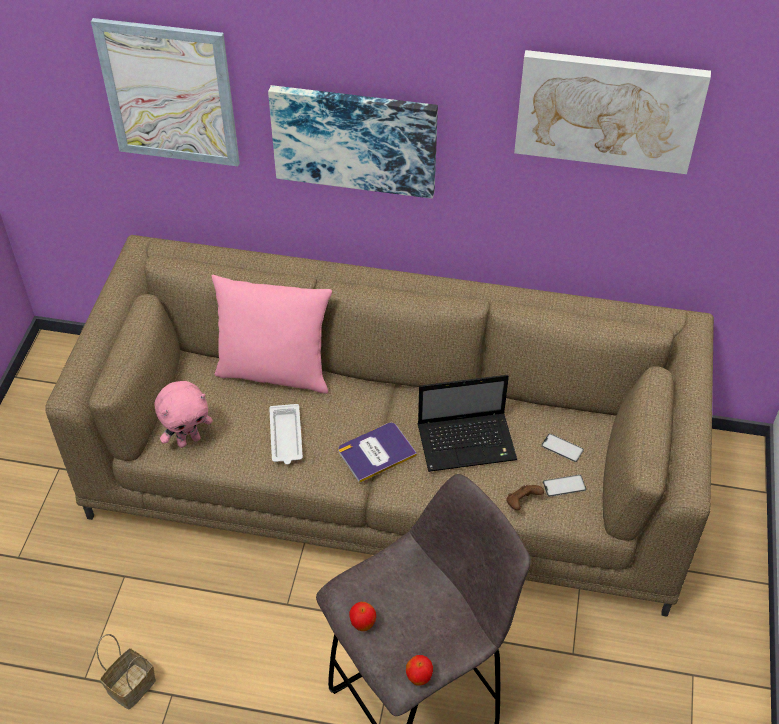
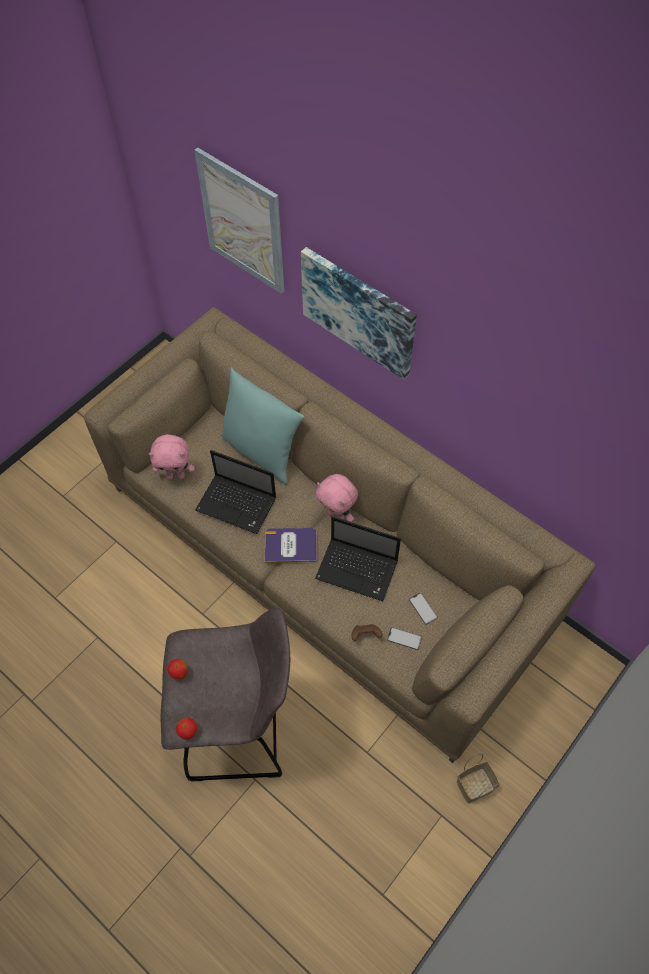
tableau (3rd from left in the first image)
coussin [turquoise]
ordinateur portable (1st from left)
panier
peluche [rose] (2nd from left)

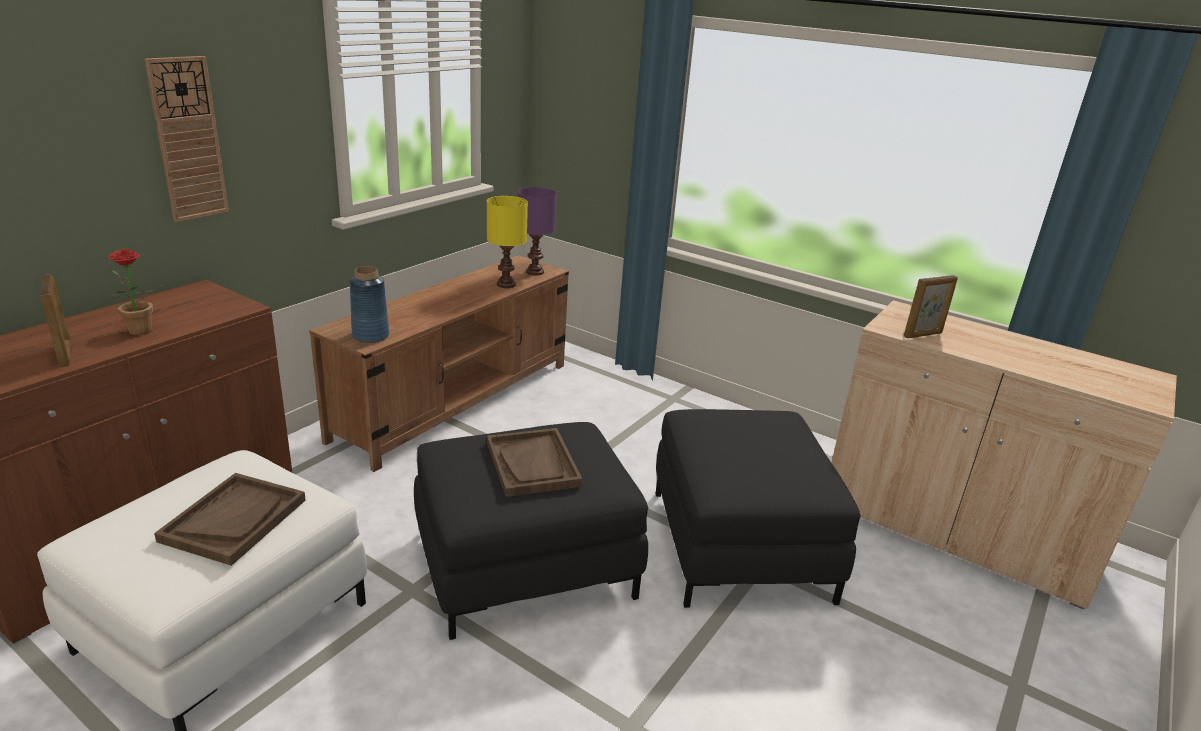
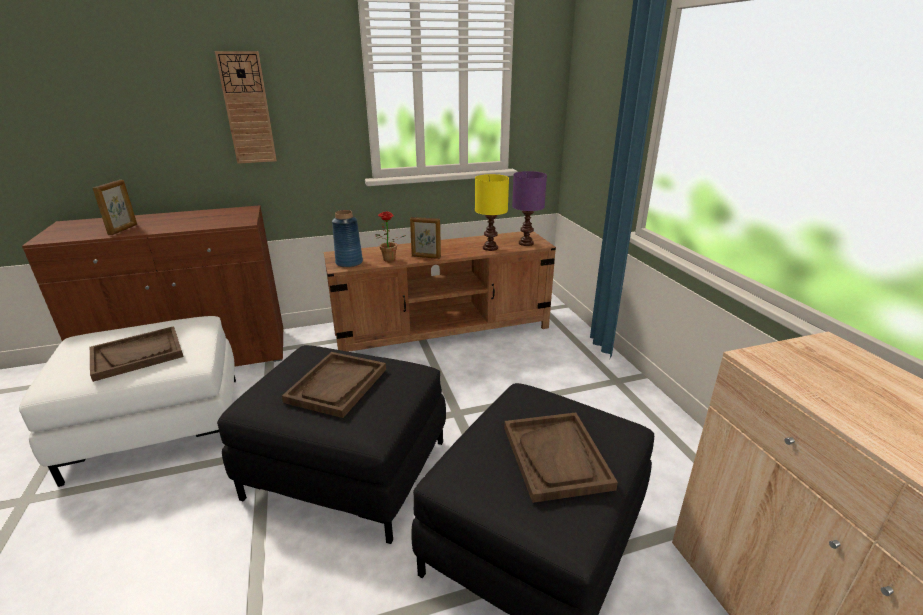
plante en pot
cadre photo (2nd from left)
plateau [marron] (3rd from left)

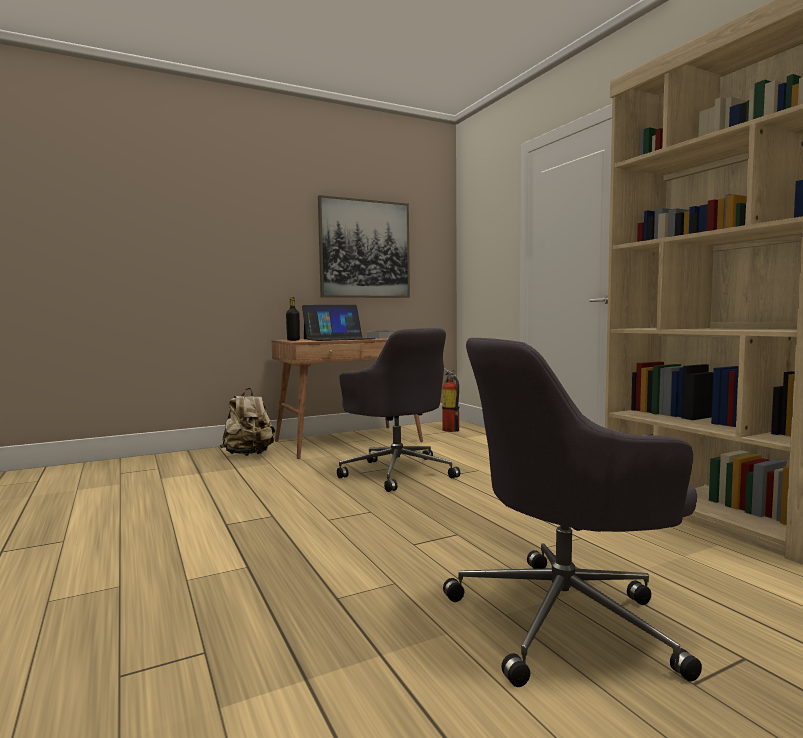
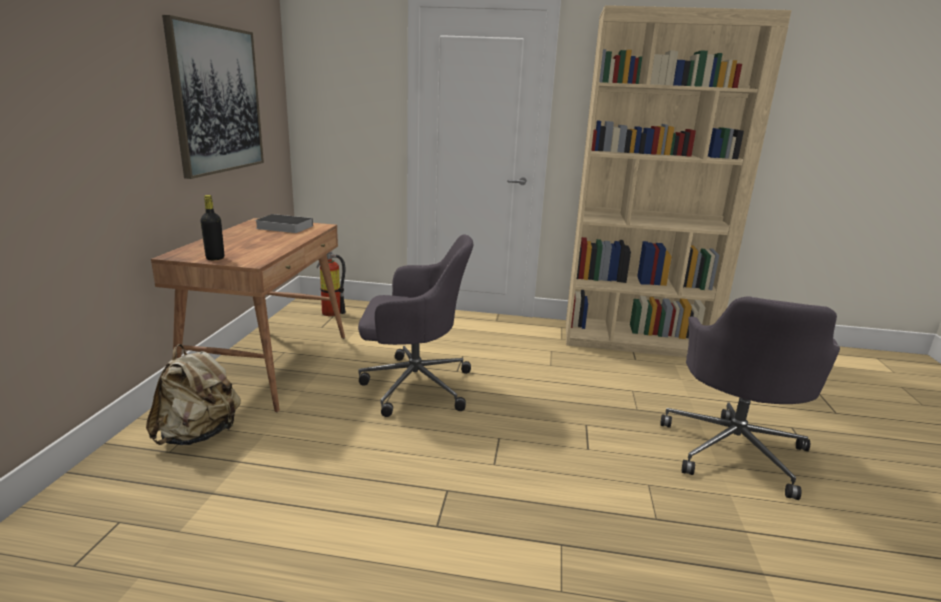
ordinateur portable

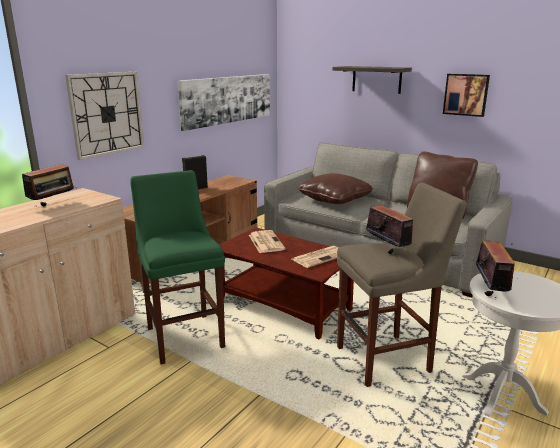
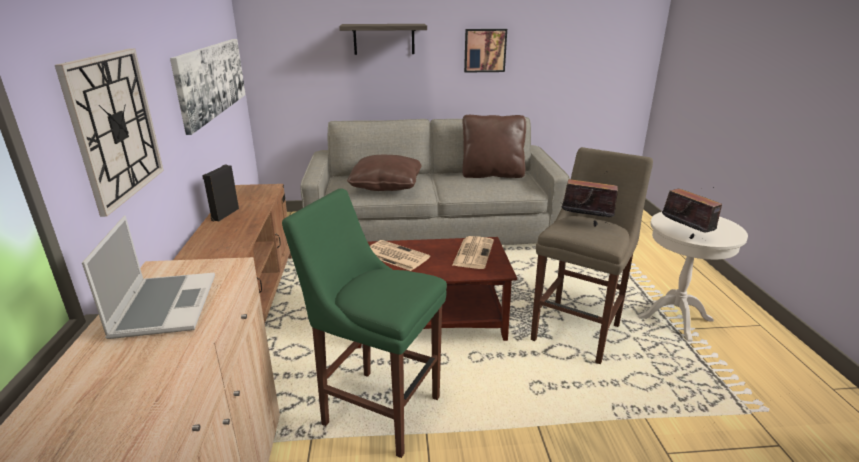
ordinateur portable

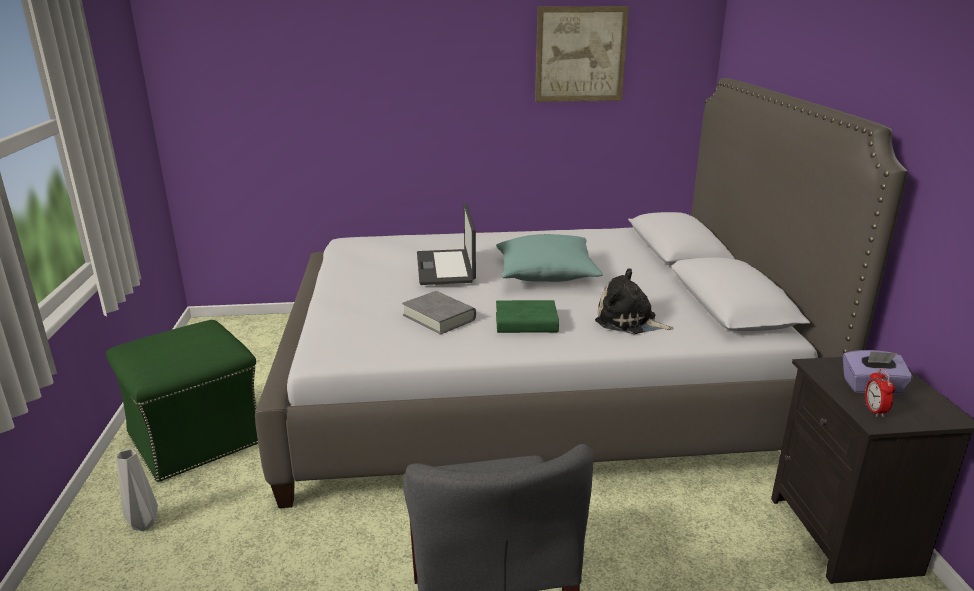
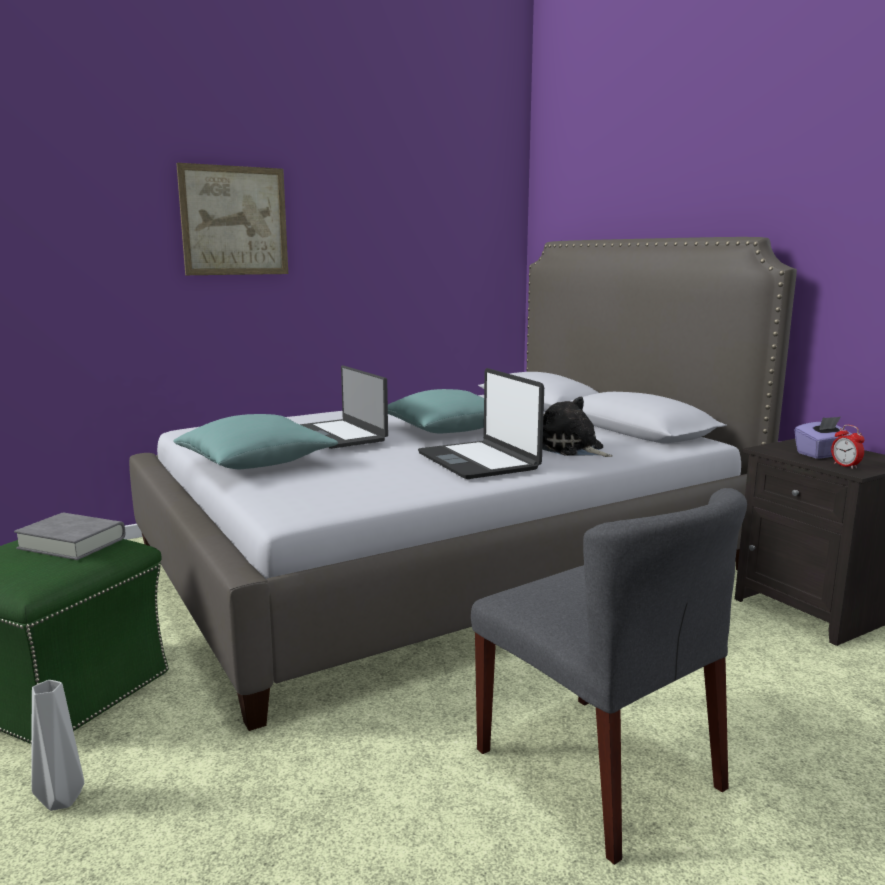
tableau
peluche
livre [gris]
ordinateur portable (2nd from left)
coussin [turquoise] (1st from left)

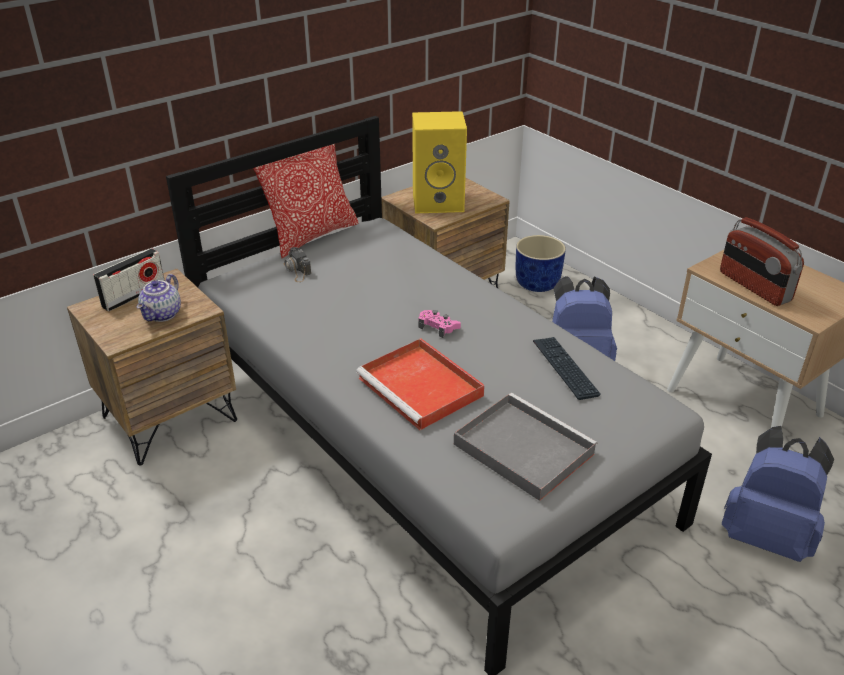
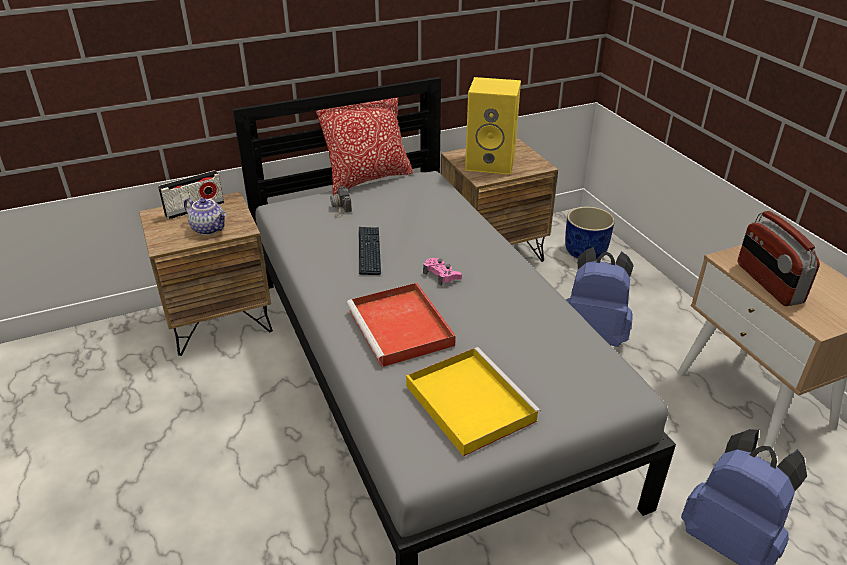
théière
clavier
plateau [jaune]

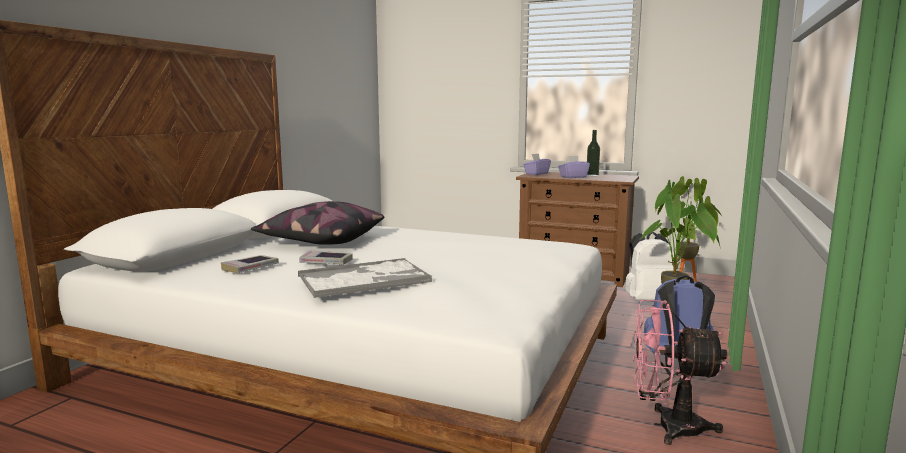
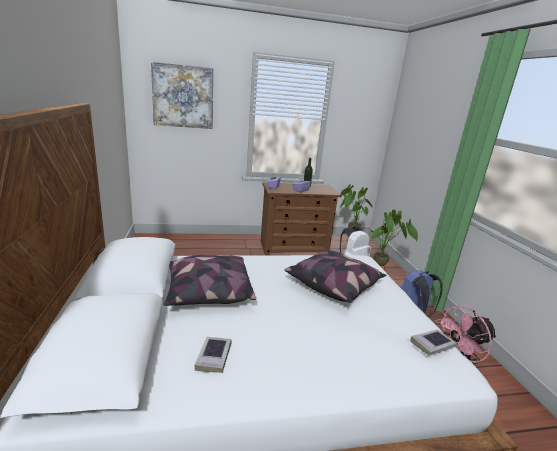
livre (2nd from left)
plateau
tableau
coussin (2nd from left)

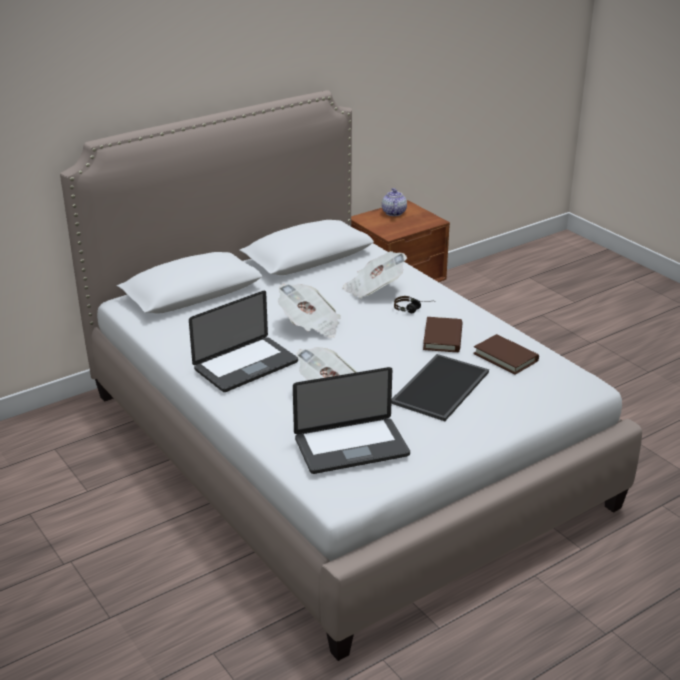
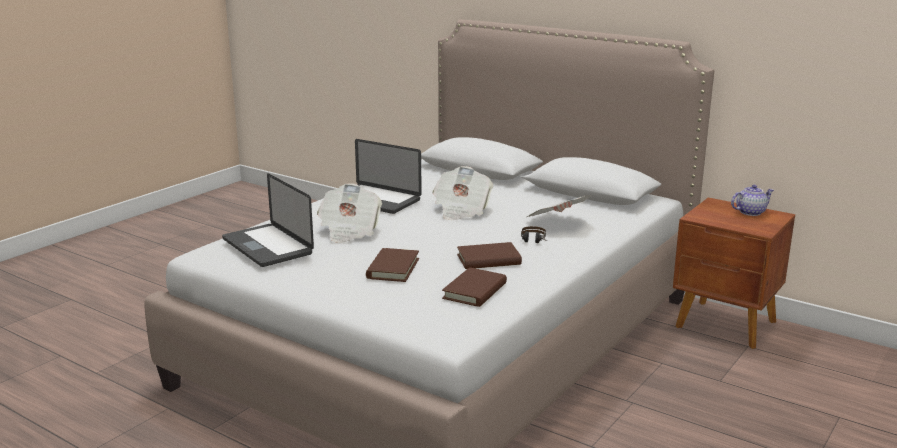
livre [marron] (1st from left)

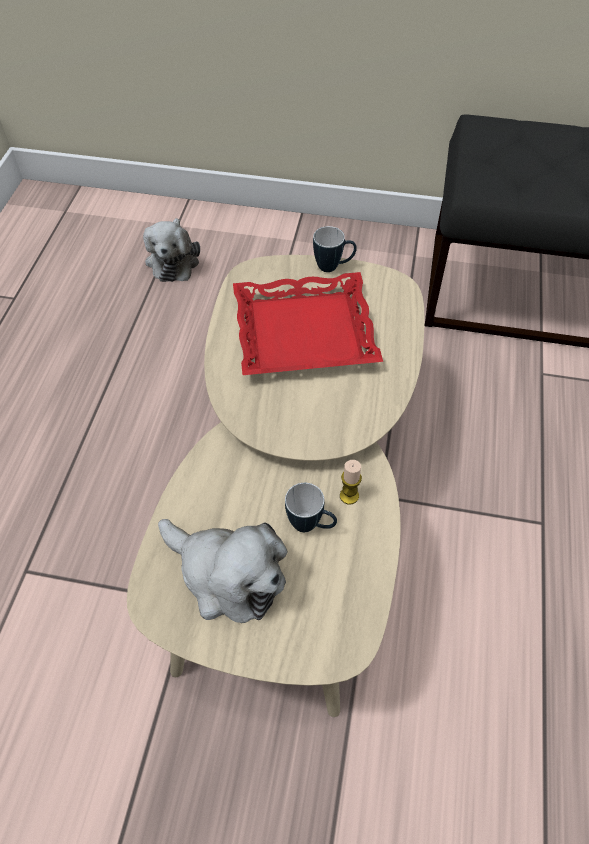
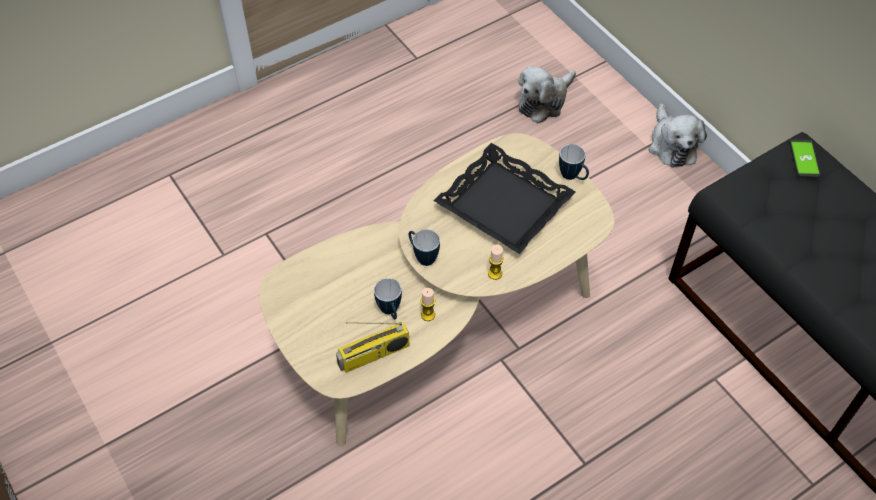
plateau [noir]
peluche (2nd from left)
téléphone
mug (2nd from left)
bougie (2nd from left)
radio

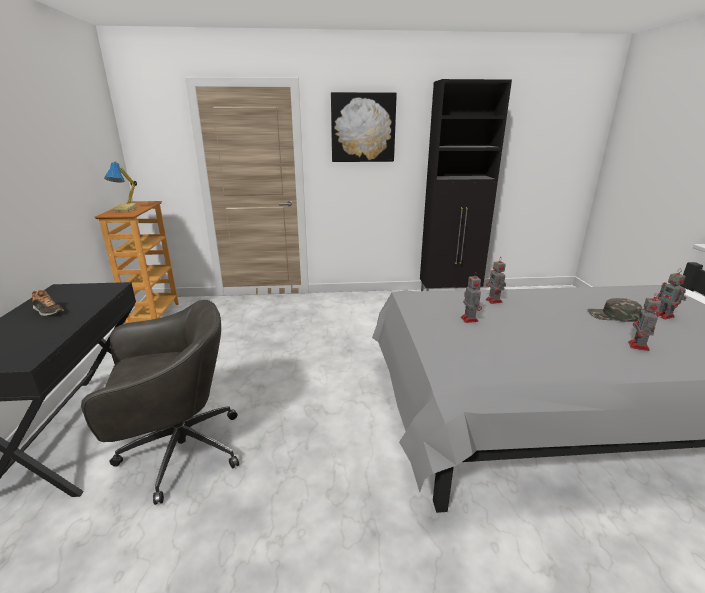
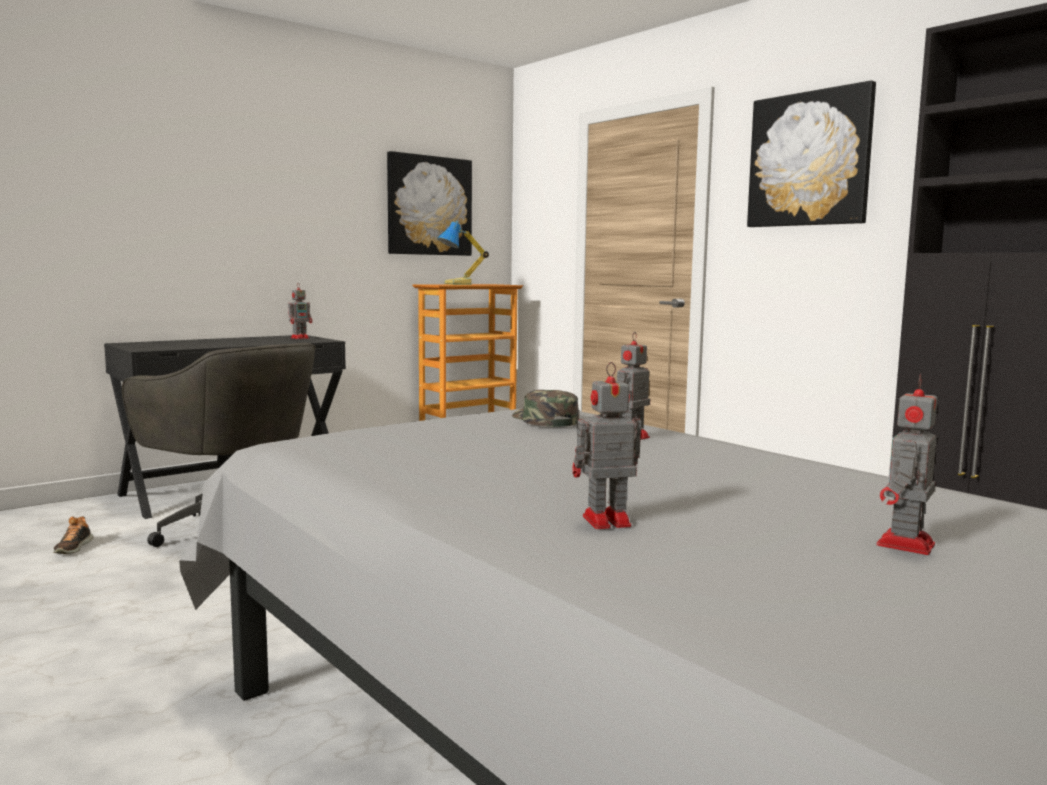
robot jouet (1st from left)
chaussure
casquette [vert]
tableau (1st from left)

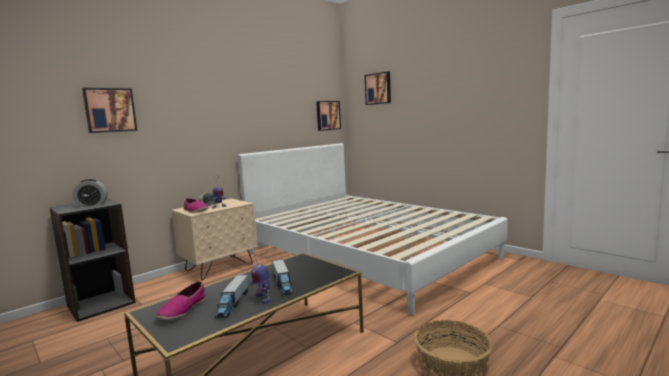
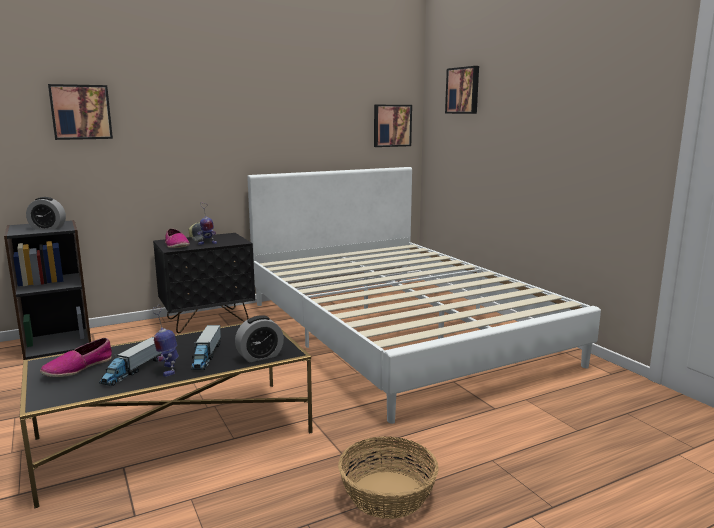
table de chevet [noir]
réveil (2nd from left)

